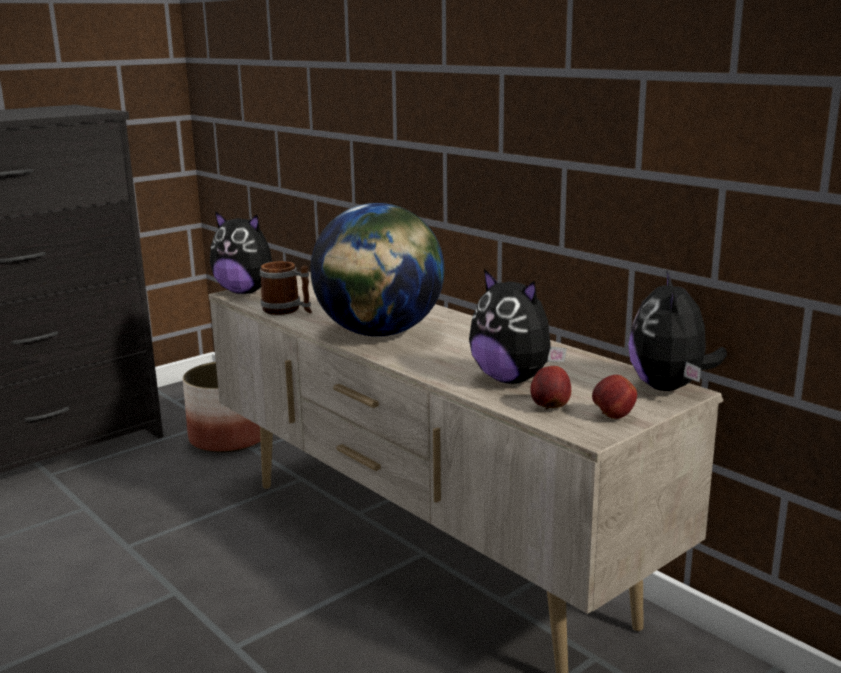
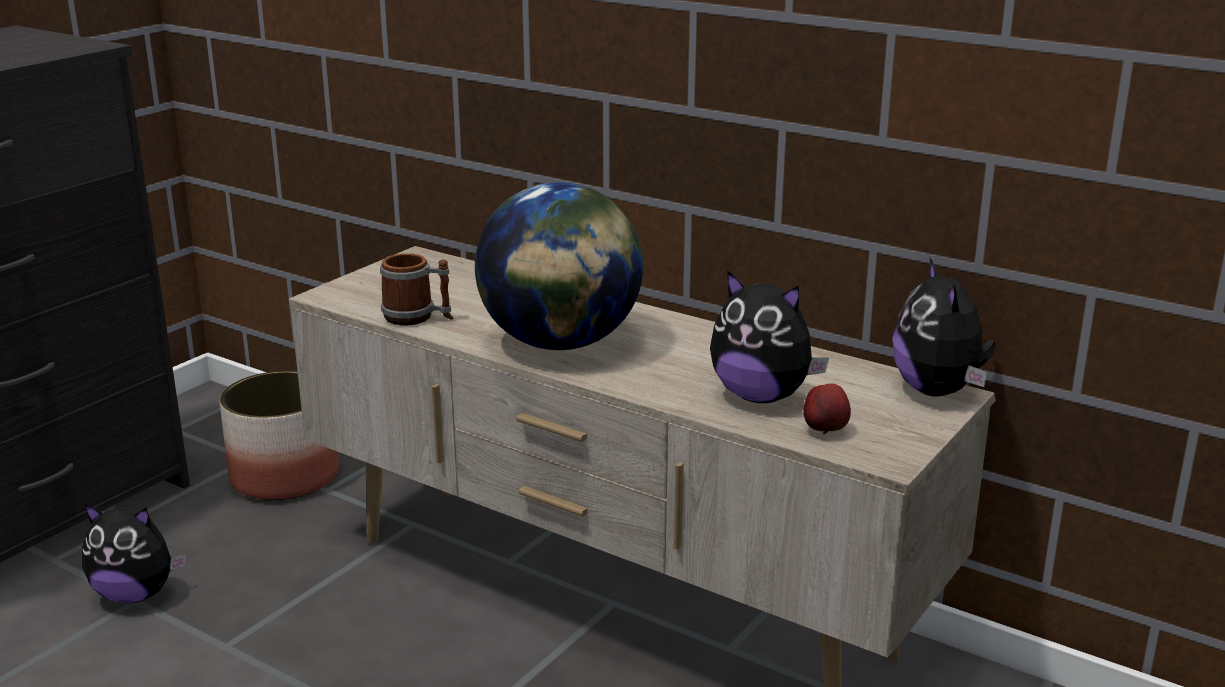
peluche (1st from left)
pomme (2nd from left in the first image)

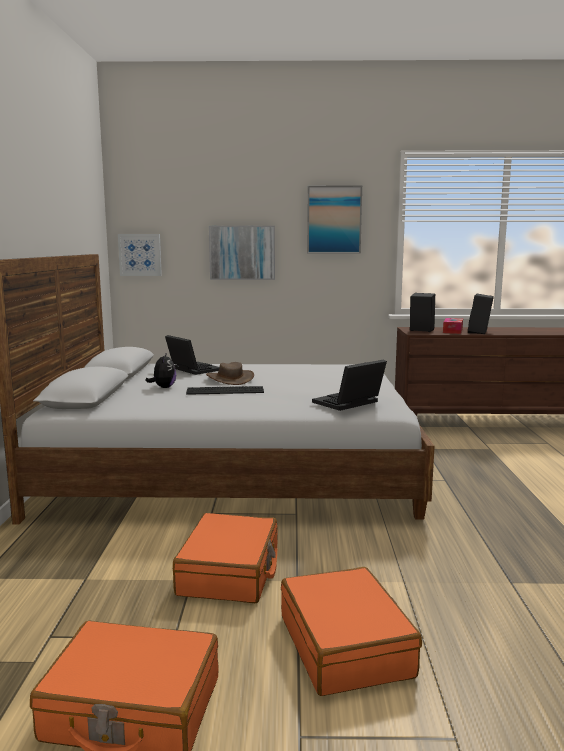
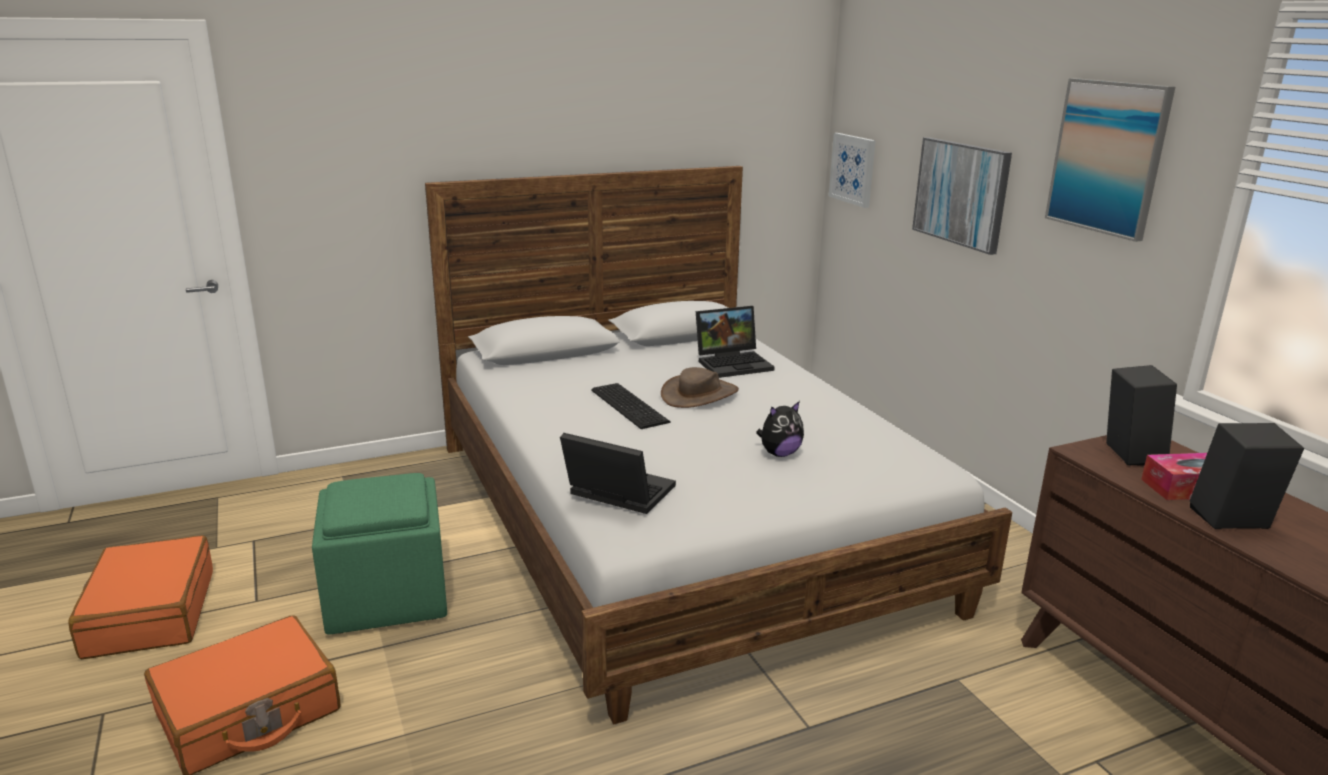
ordinateur portable (2nd from left)
peluche
pouf [vert]

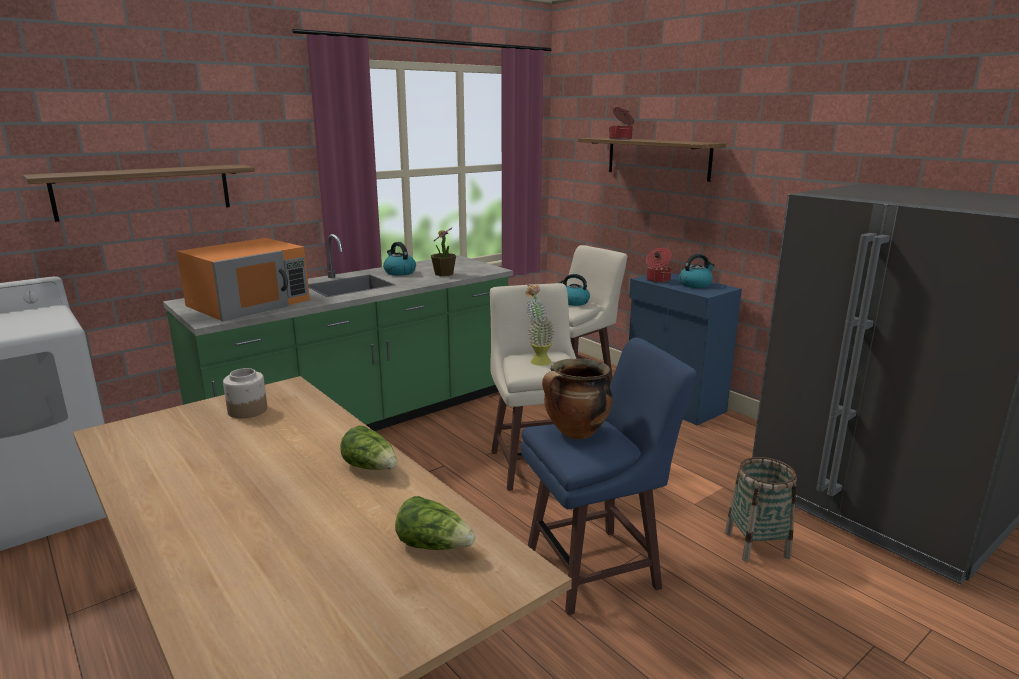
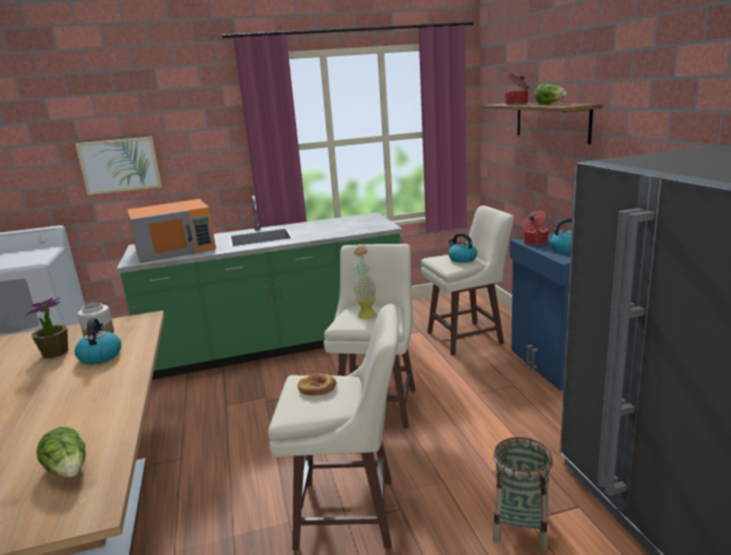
tableau
plante en pot (1st from left)
bouilloire (1st from left)
tabouret [beige] (1st from left)
pain
laitue (2nd from left)

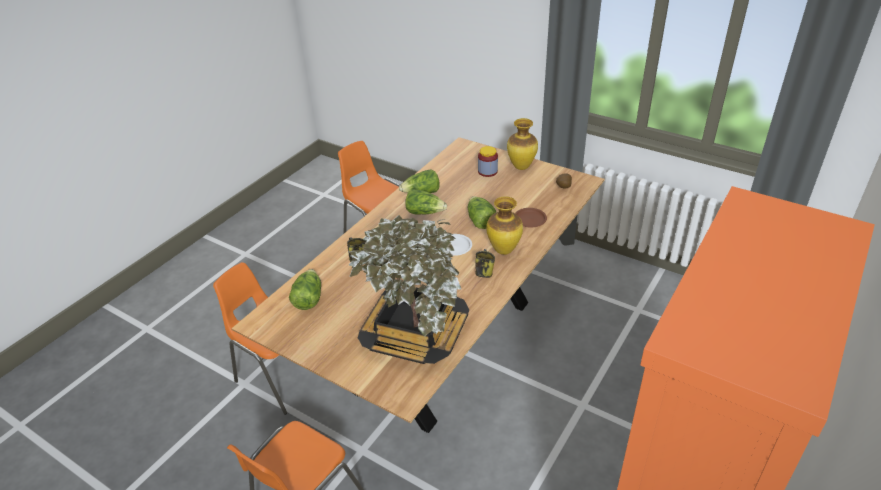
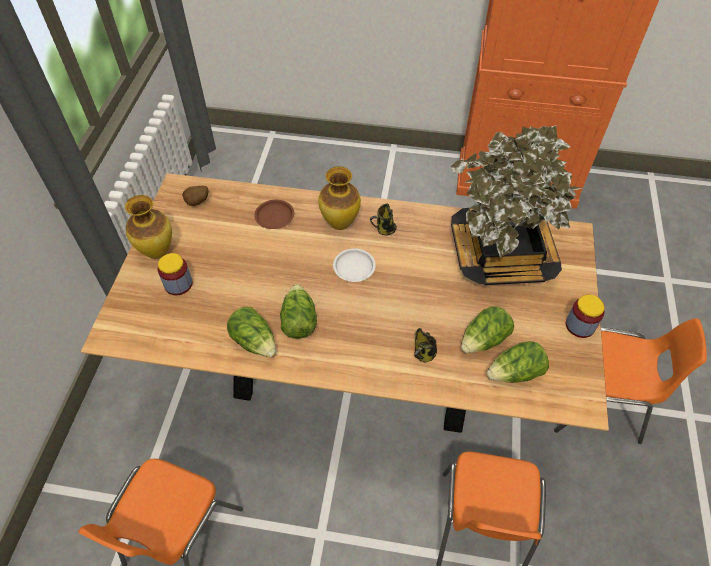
laitue (3rd from left)
bocal (2nd from left)

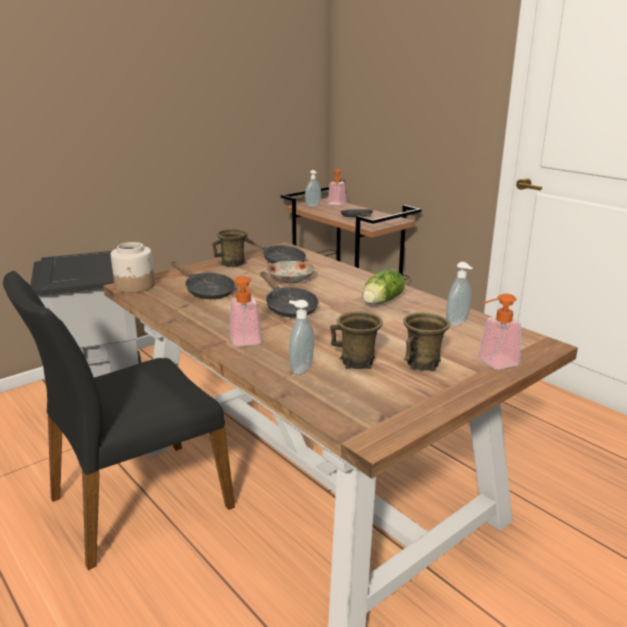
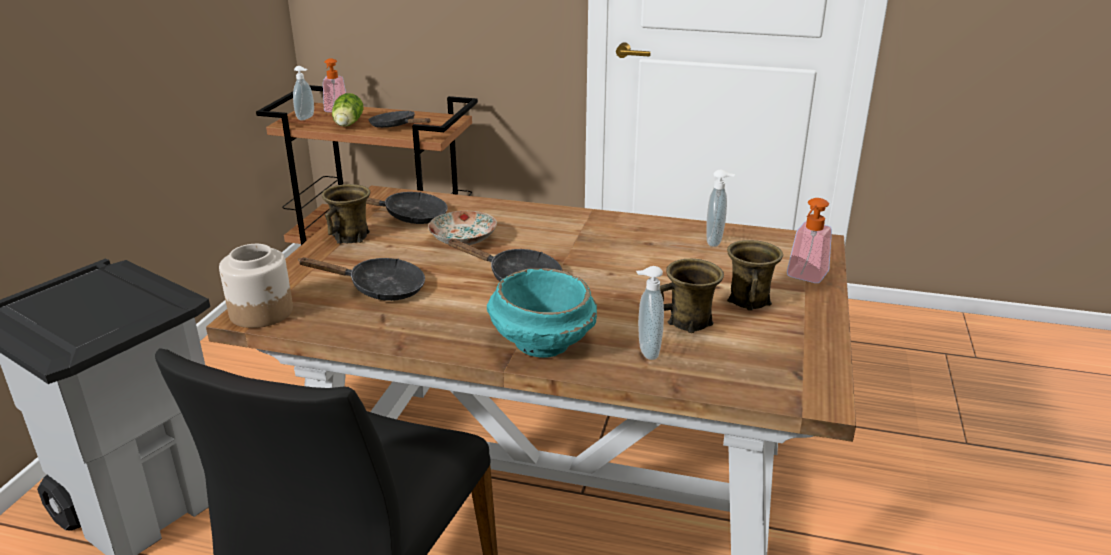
laitue
bol [turquoise]

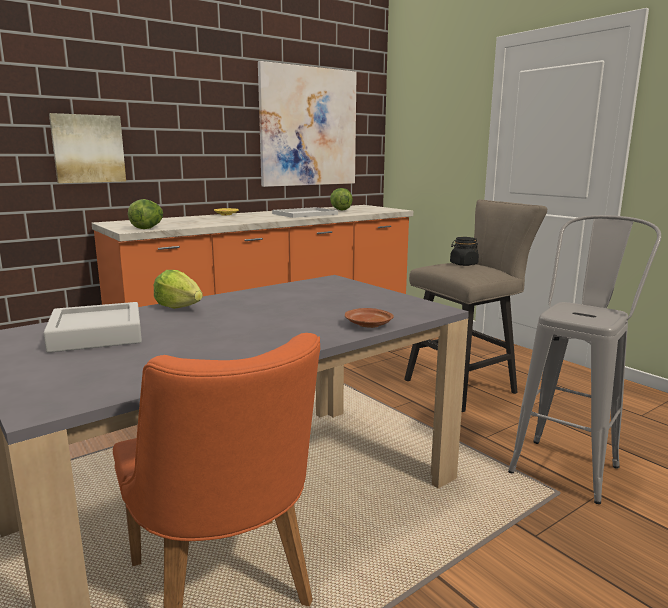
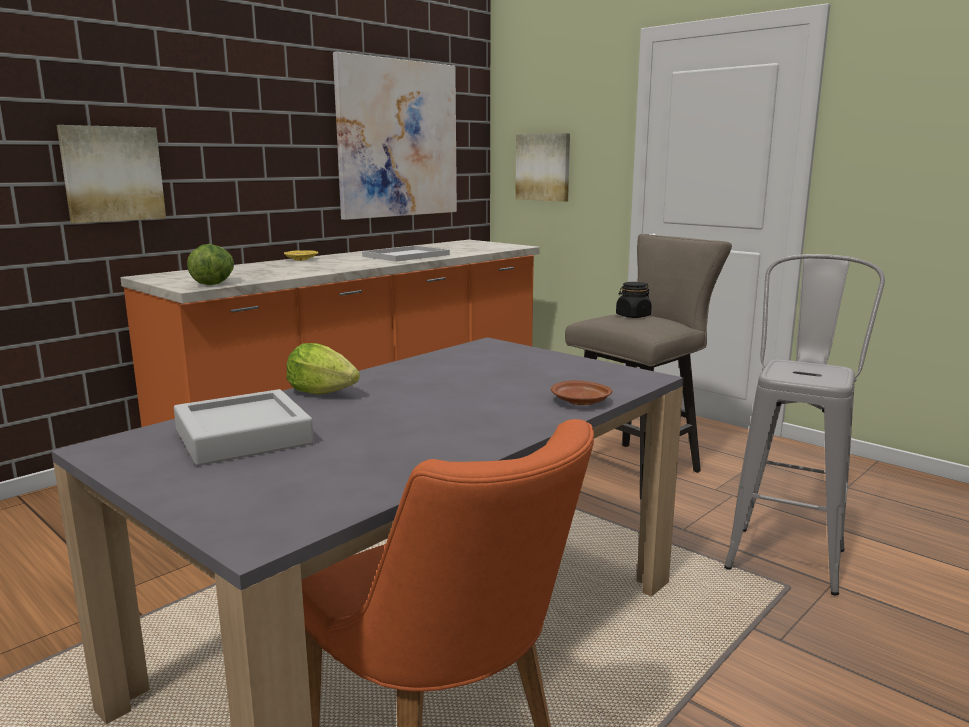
laitue (3rd from left in the first image)
tableau (3rd from left)

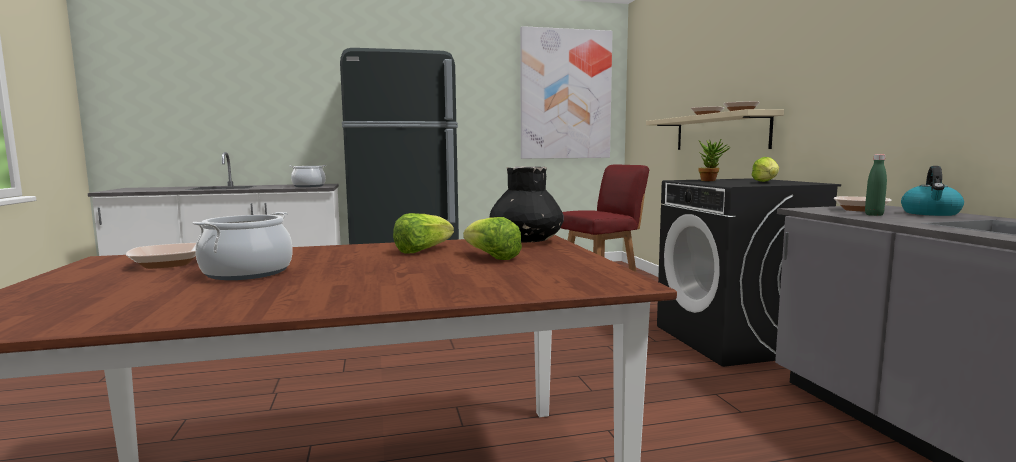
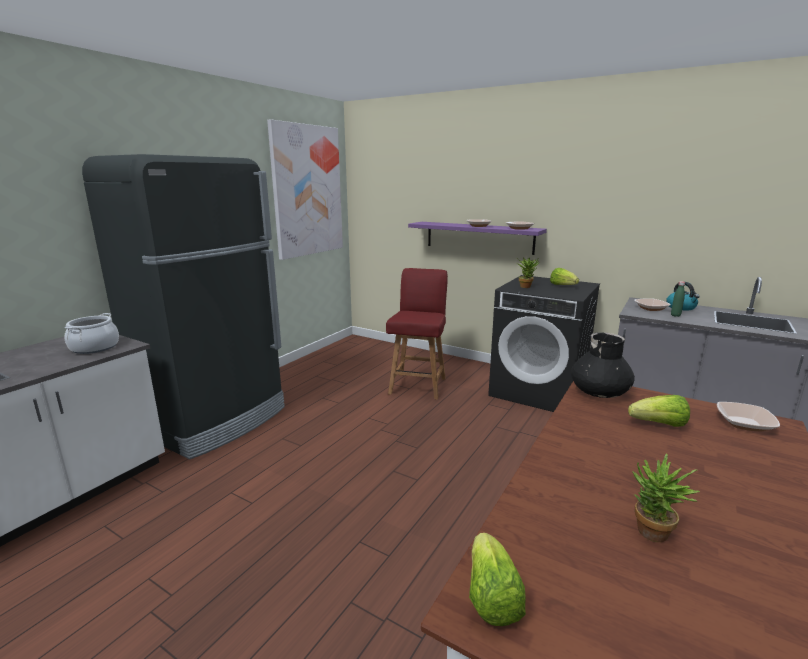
étagère [violet]
plante en pot (2nd from left)
laitue (1st from left)
bol (4th from left)

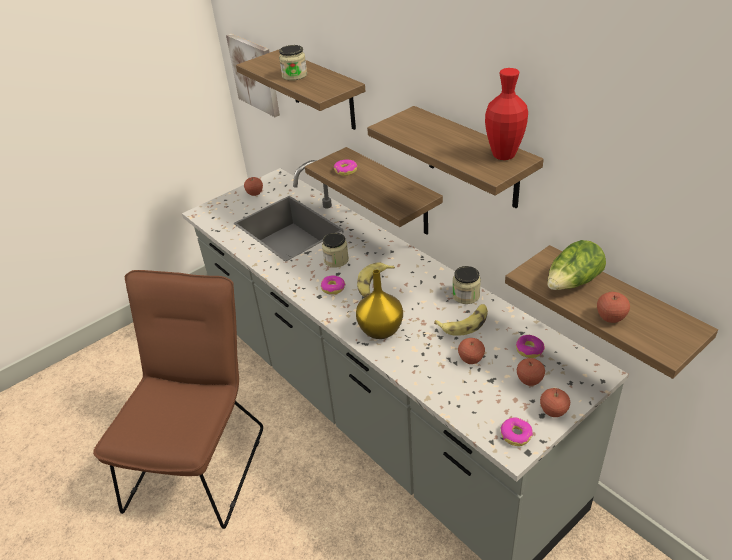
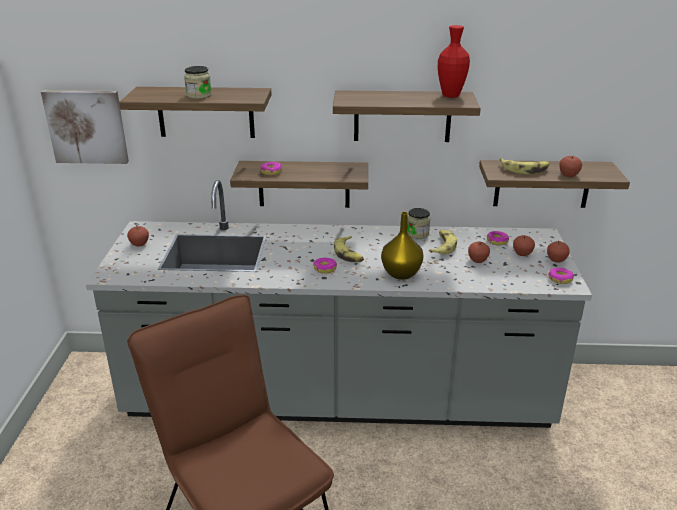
bocal (2nd from left in the first image)
banane (3rd from left)

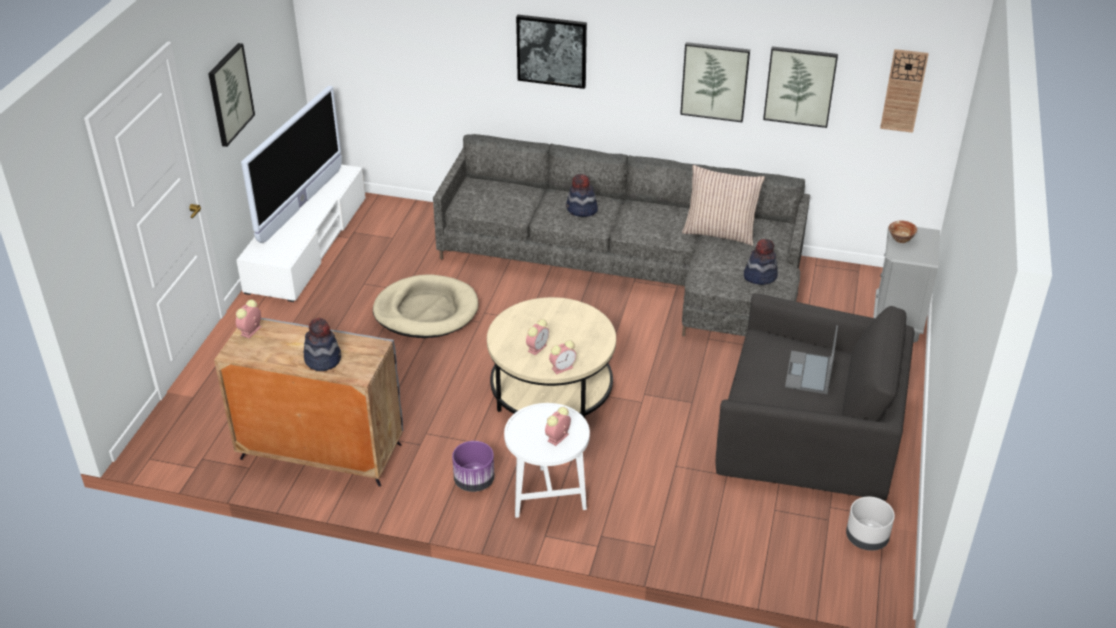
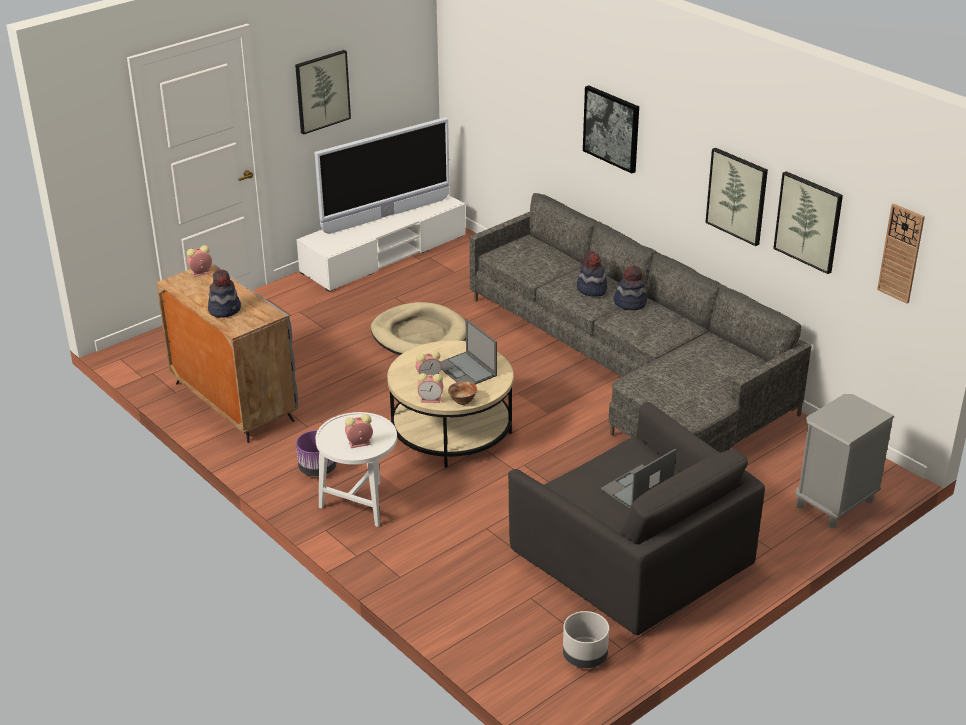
coussin
bol
chapeau (3rd from left)
ordinateur portable (1st from left)

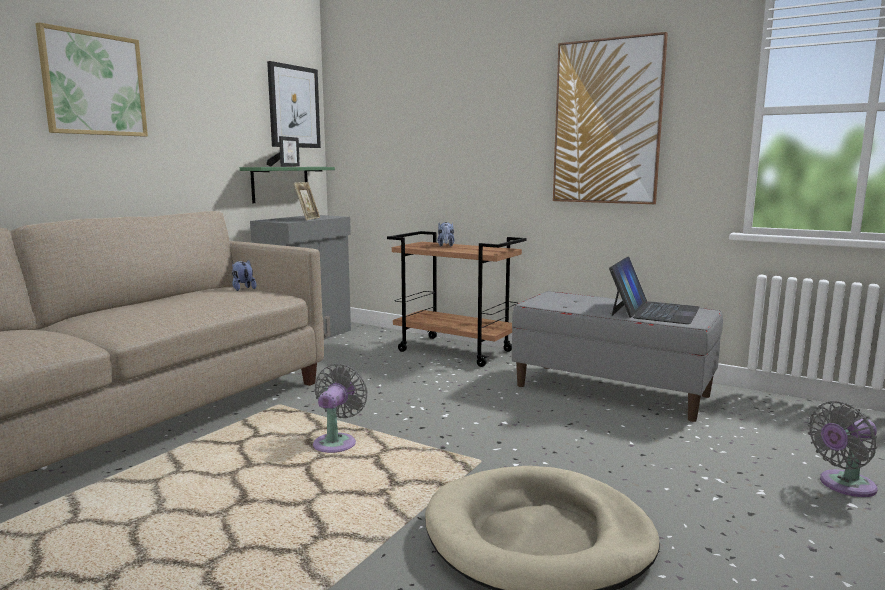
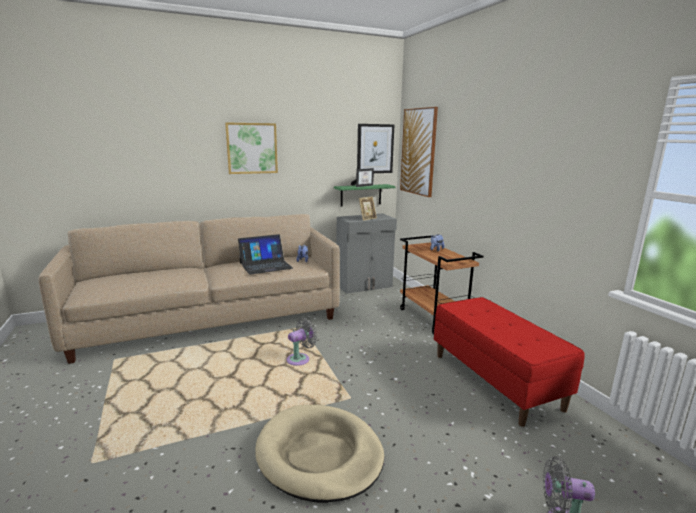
tableau (3rd from left)
ordinateur portable
banc [rouge]

